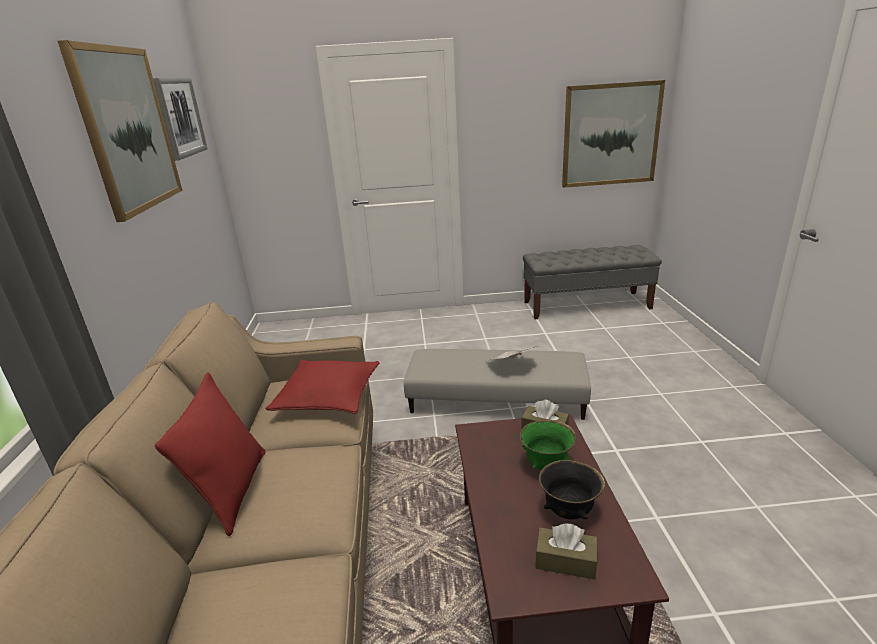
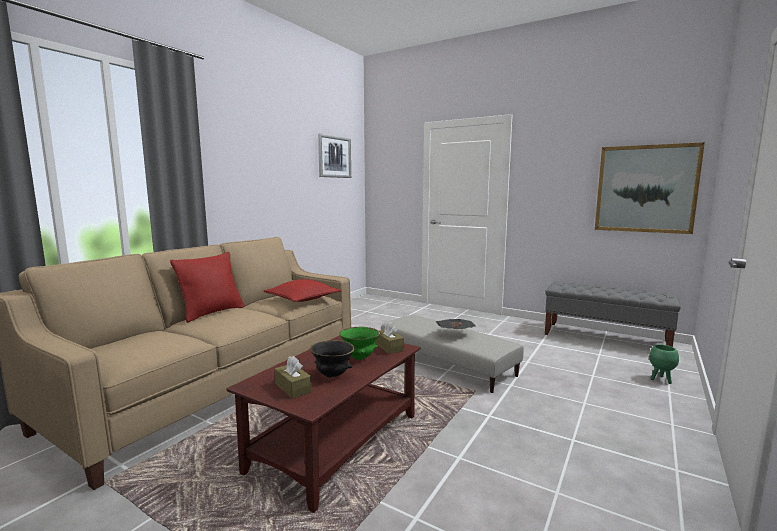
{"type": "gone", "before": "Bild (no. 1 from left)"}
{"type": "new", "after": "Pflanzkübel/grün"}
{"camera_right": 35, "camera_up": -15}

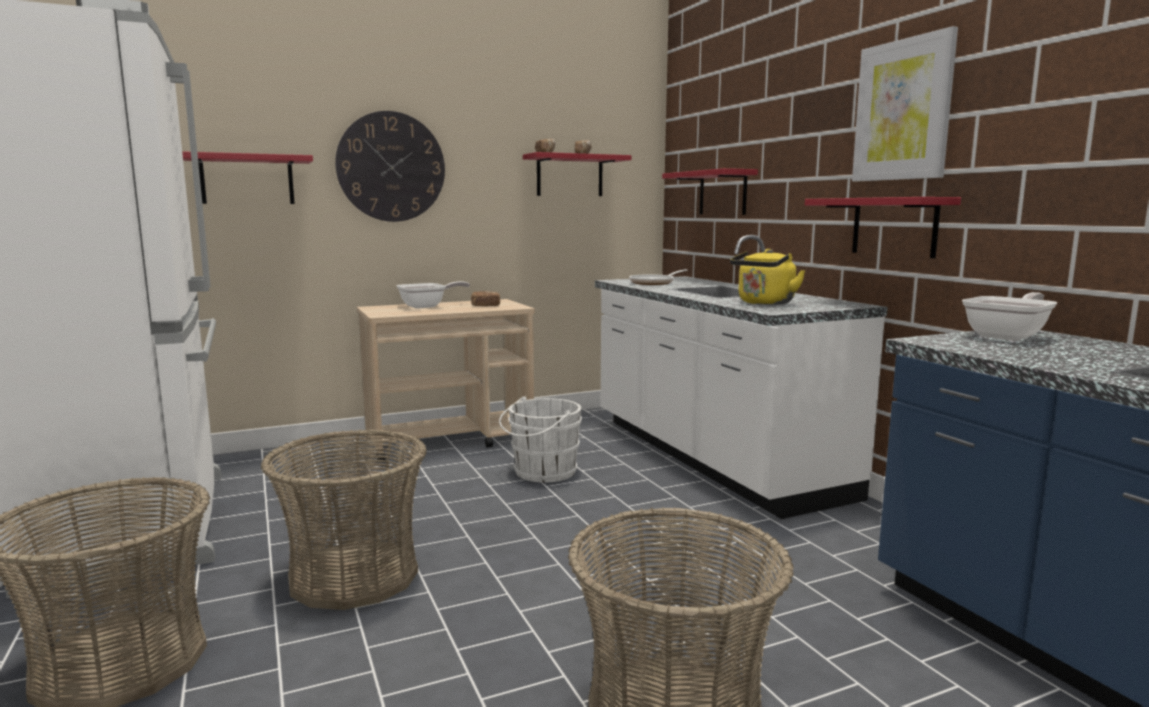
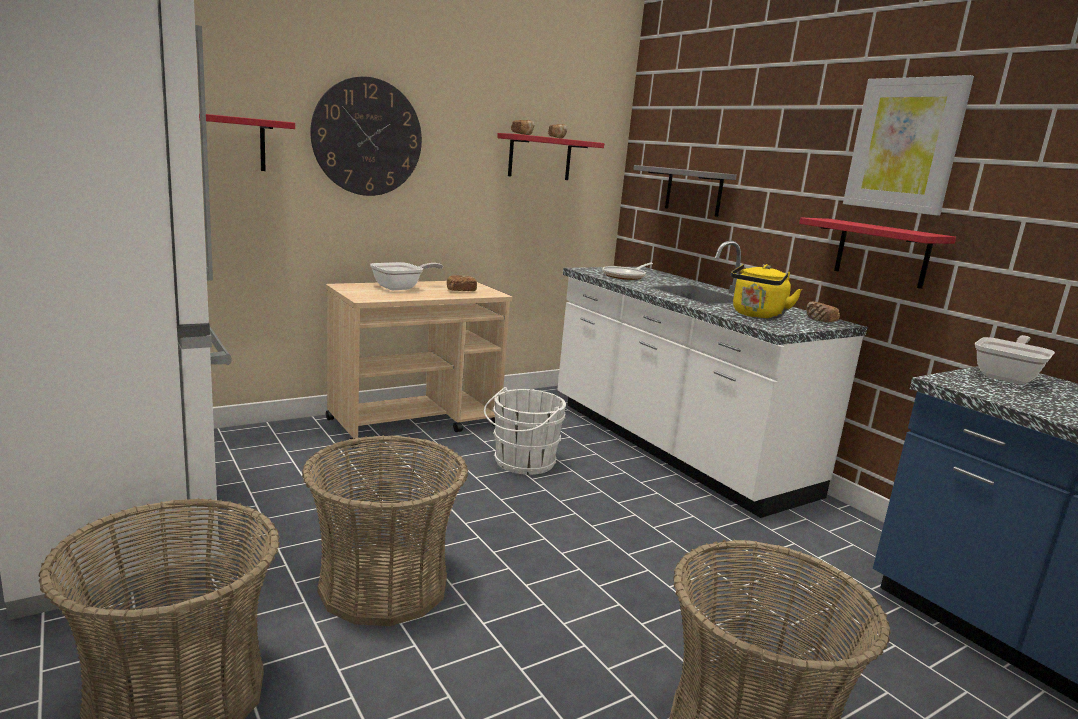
{"type": "new", "after": "Brot (no. 4 from left)"}
{"type": "repainted", "before": "Wandregal/rot (no. 3 from left)", "after": "Wandregal/grau"}
{"camera_right": -10, "camera_up": 5}

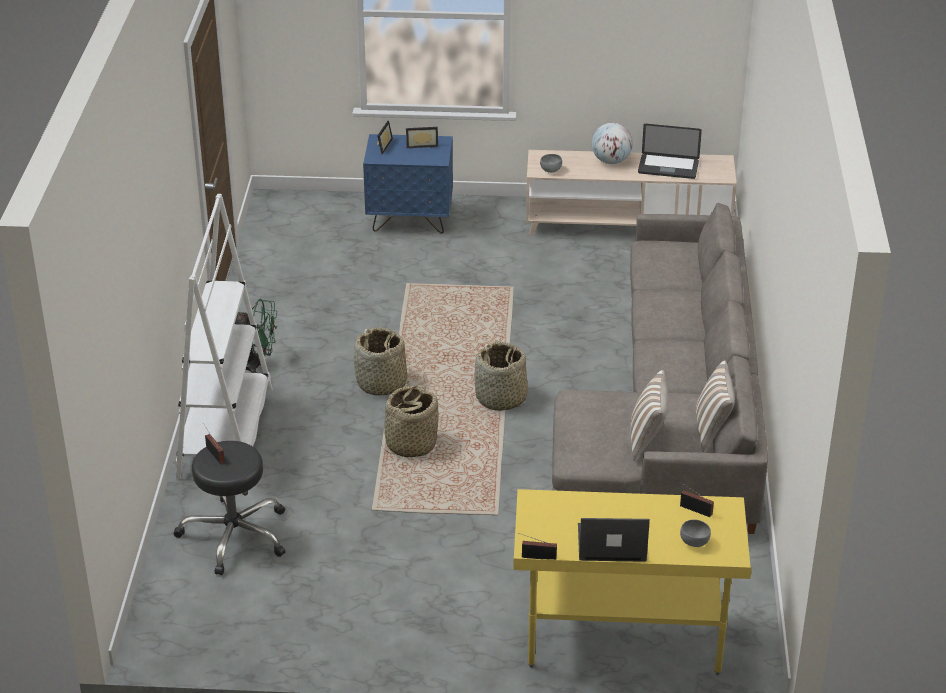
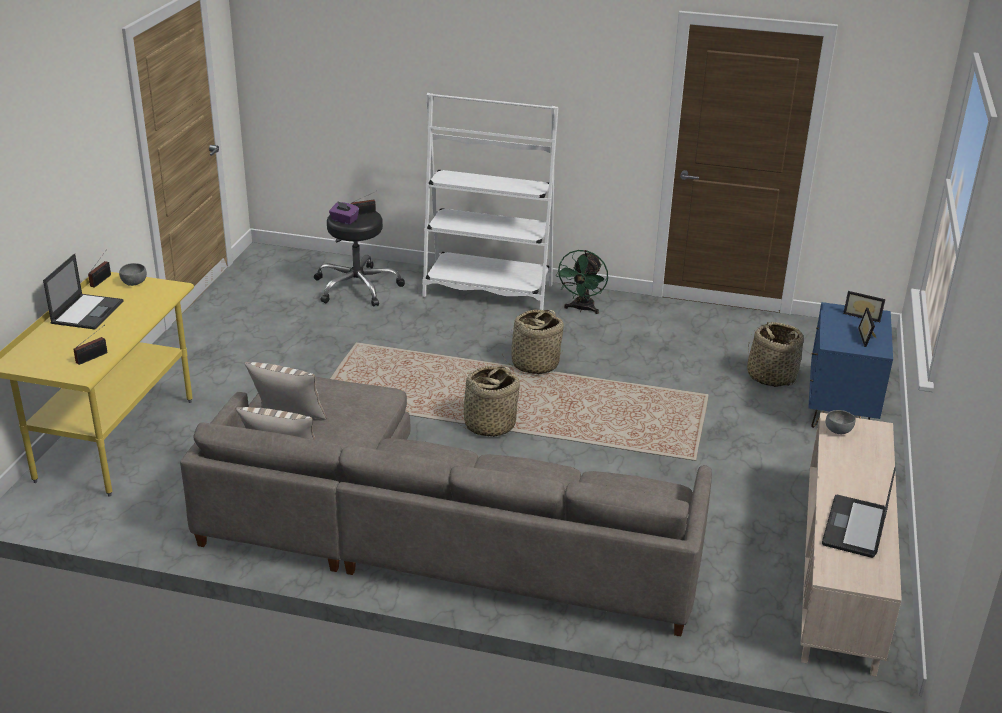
{"type": "gone", "before": "Globus"}
{"type": "new", "after": "Taschentuchbox/lila"}
{"type": "shifted", "before": "Korb (no. 2 from left in the first image)", "after": "Korb (no. 3 from left)"}
{"type": "shifted", "before": "Schüssel/grau (no. 2 from left in the first image)", "after": "Schüssel/grau (no. 1 from left)"}
{"camera_right": 100, "camera_up": -5}

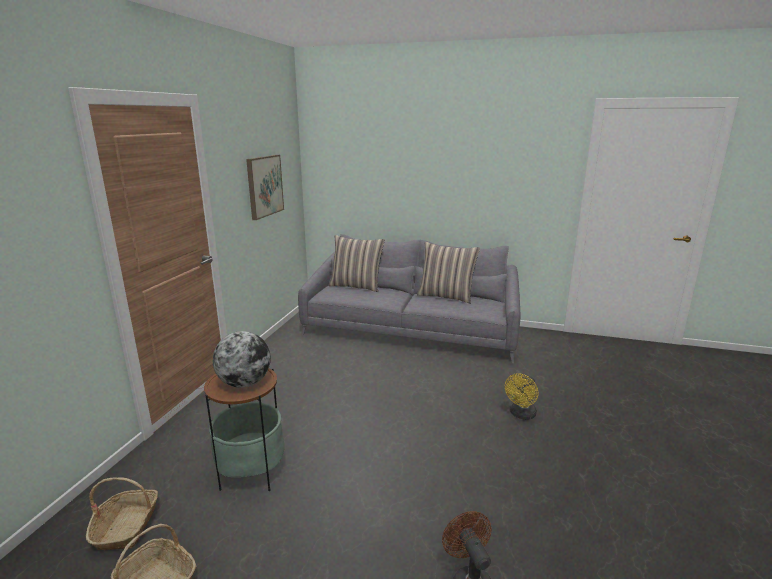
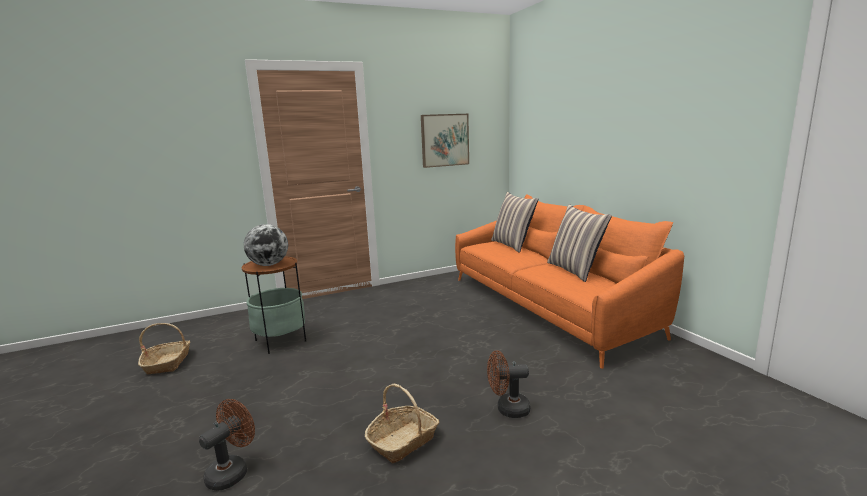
{"type": "shifted", "before": "Korb (no. 1 from left in the first image)", "after": "Korb (no. 2 from left)"}
{"type": "repainted", "before": "Sofa/grau", "after": "Sofa/orange"}
{"type": "repainted", "before": "Ventilator/gelb", "after": "Ventilator/braun (no. 2 from left)"}
{"camera_right": 50, "camera_up": -5}

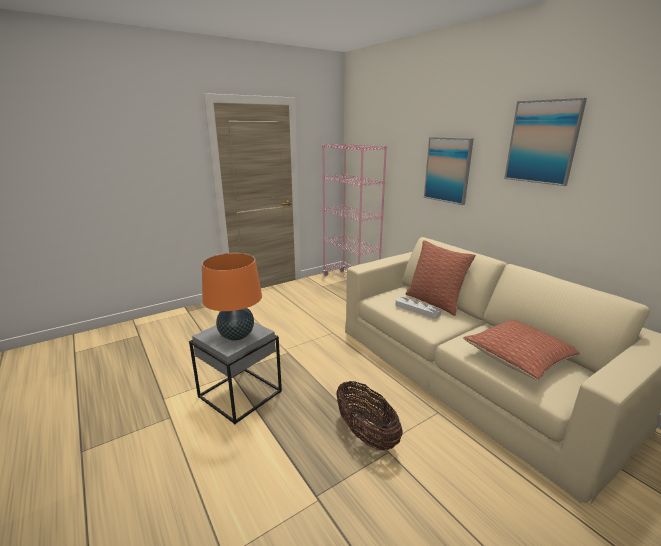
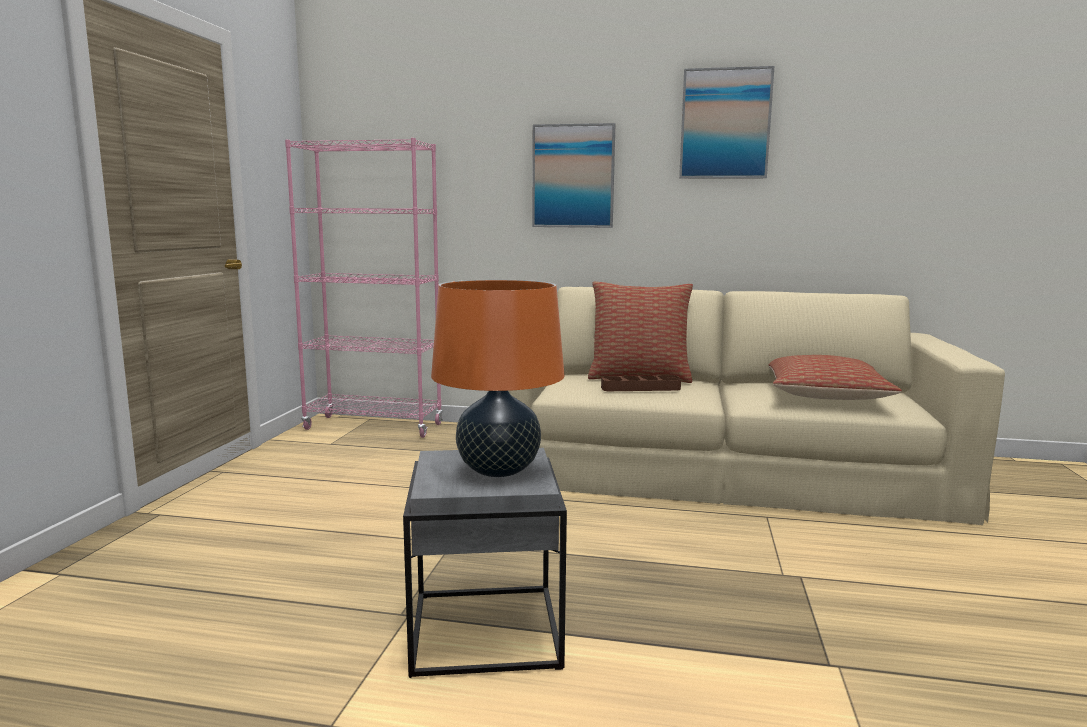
{"type": "gone", "before": "Korb"}
{"type": "repainted", "before": "Tablett/grau", "after": "Tablett/braun"}
{"camera_right": -45, "camera_up": -10}

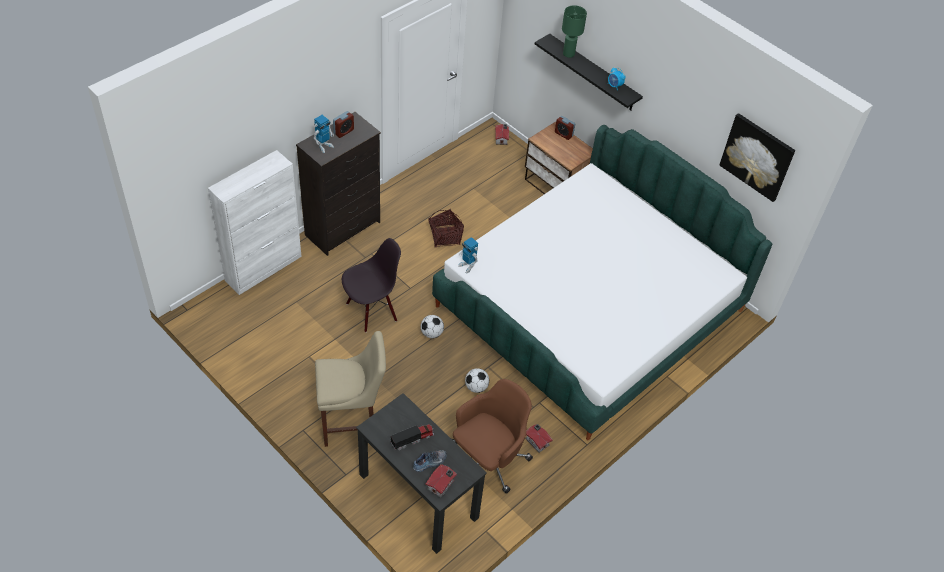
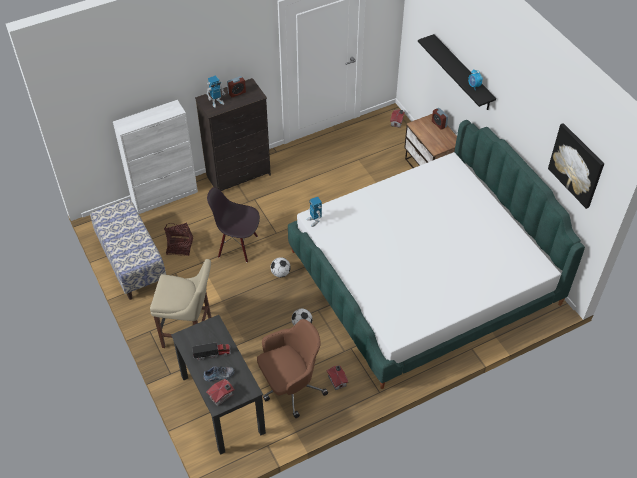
{"type": "gone", "before": "Tischlampe/grün"}
{"type": "new", "after": "Bank"}
{"type": "shifted", "before": "Korb"}
{"type": "rotated", "before": "Stuhl/schwarz", "turn": -150}
{"camera_right": 20, "camera_up": 0}

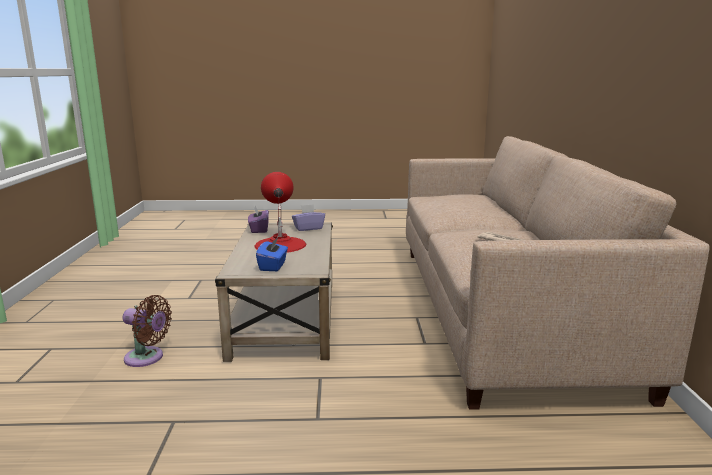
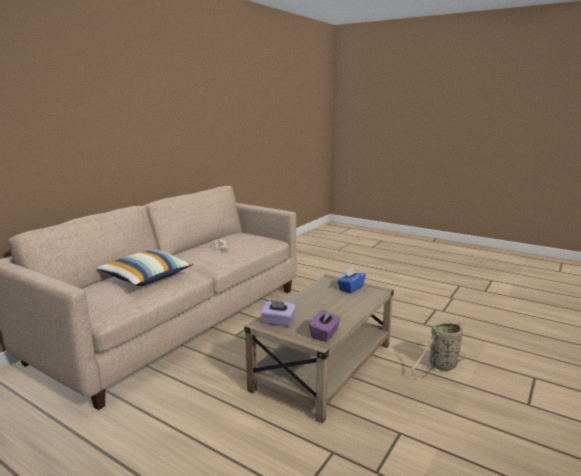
{"type": "gone", "before": "Tischlampe/rot"}
{"type": "new", "after": "Kissen"}
{"type": "swapped", "before": "Ventilator/braun", "after": "Korb"}
{"camera_right": -145, "camera_up": 0}

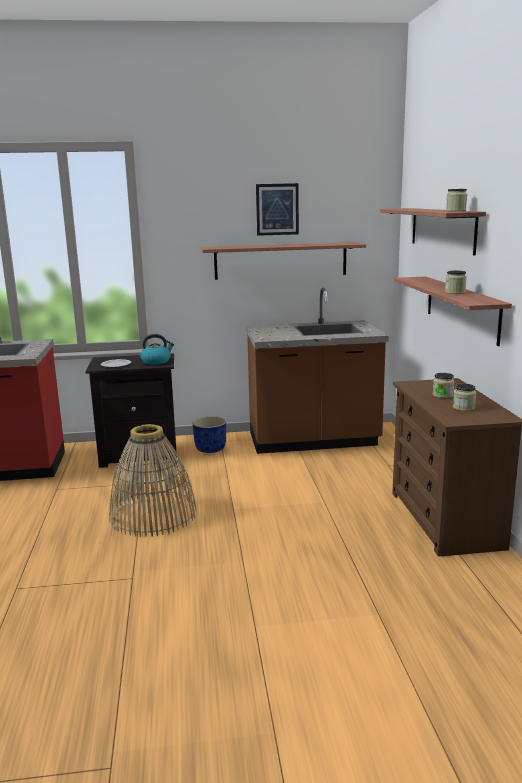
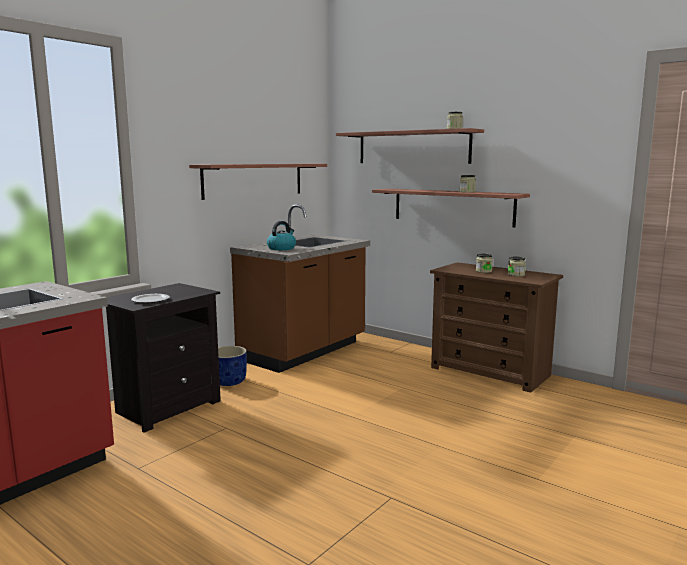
{"type": "gone", "before": "Korb"}
{"type": "gone", "before": "Bild"}
{"type": "shifted", "before": "Wasserkessel"}
{"camera_right": -45, "camera_up": -5}

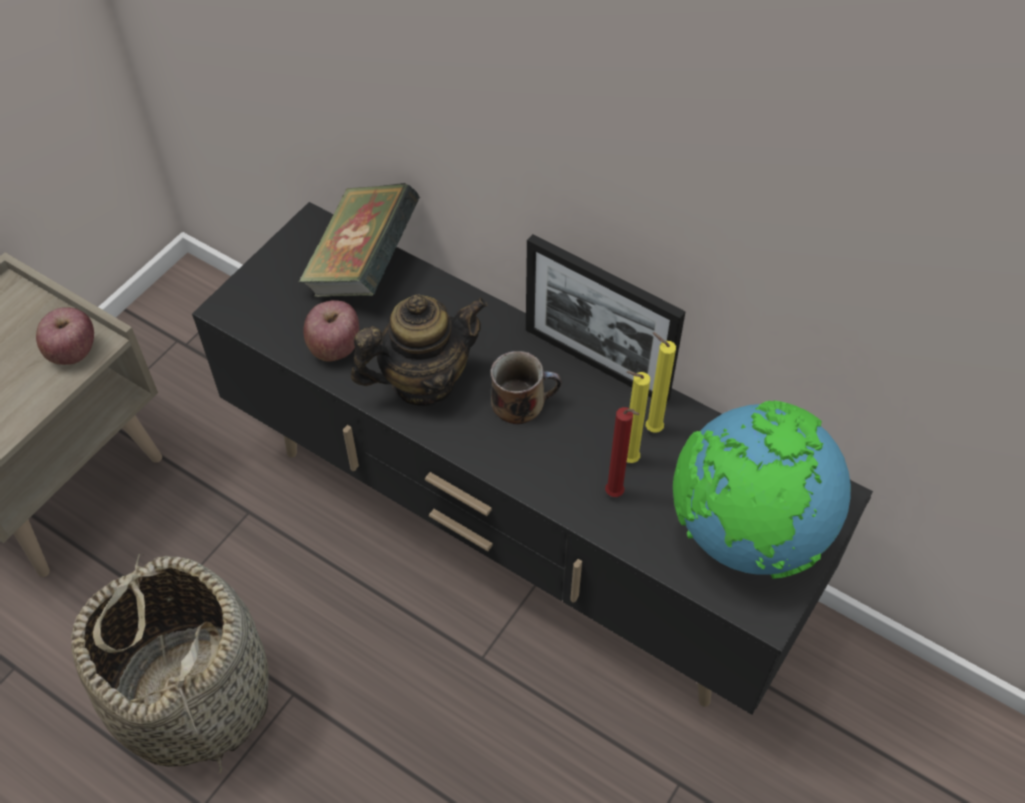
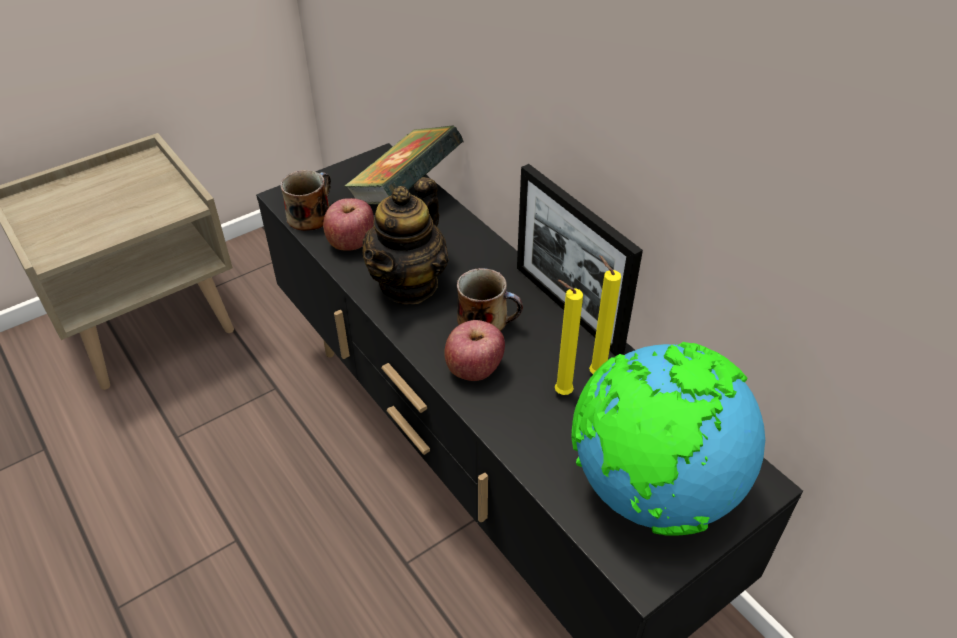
{"type": "gone", "before": "Korb"}
{"type": "gone", "before": "Kerze/rot"}
{"type": "new", "after": "Henkelbecher (no. 1 from left)"}
{"type": "shifted", "before": "Apfel (no. 1 from left in the first image)", "after": "Apfel (no. 2 from left)"}
{"type": "rotated", "before": "Teekanne", "turn": 120}
{"camera_right": 20, "camera_up": -10}

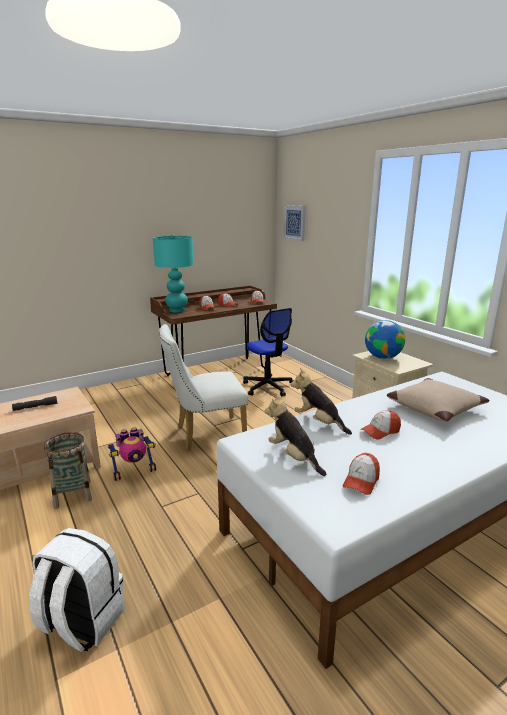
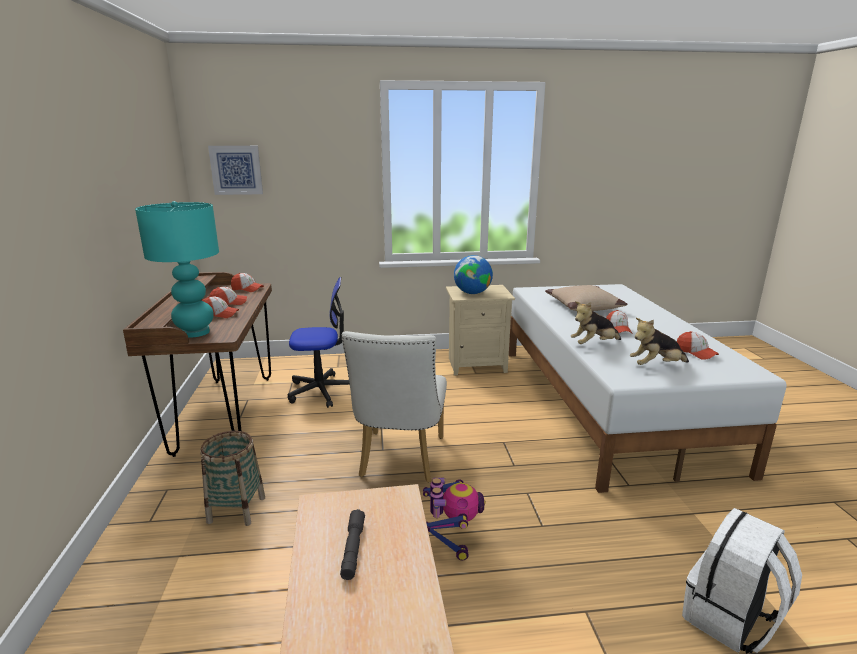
{"type": "shifted", "before": "Korb"}
{"camera_right": -65, "camera_up": 0}

